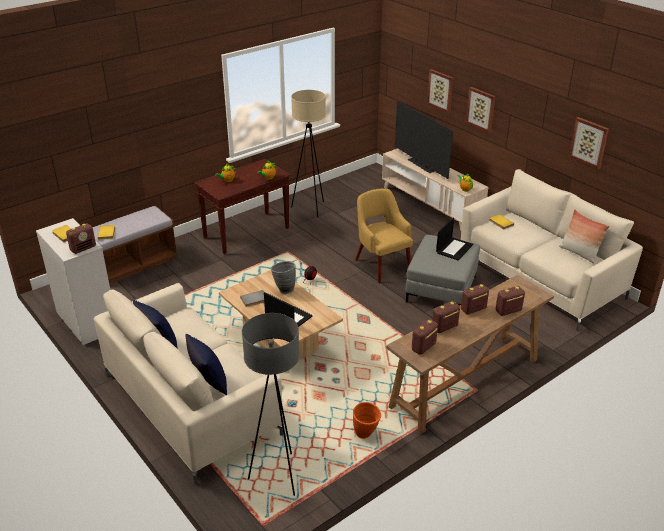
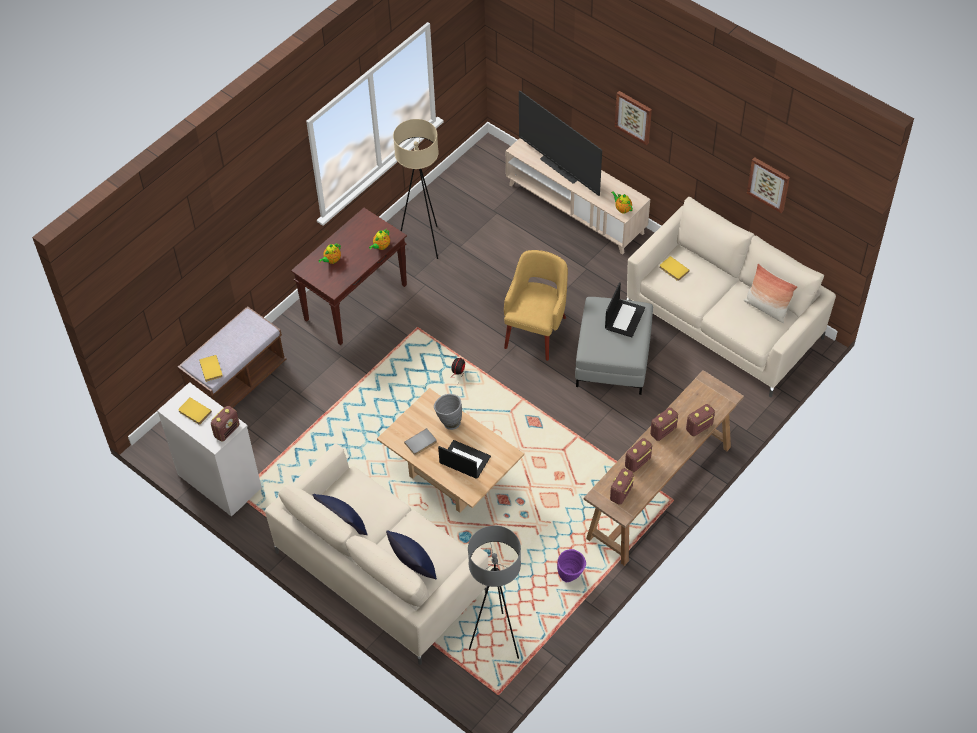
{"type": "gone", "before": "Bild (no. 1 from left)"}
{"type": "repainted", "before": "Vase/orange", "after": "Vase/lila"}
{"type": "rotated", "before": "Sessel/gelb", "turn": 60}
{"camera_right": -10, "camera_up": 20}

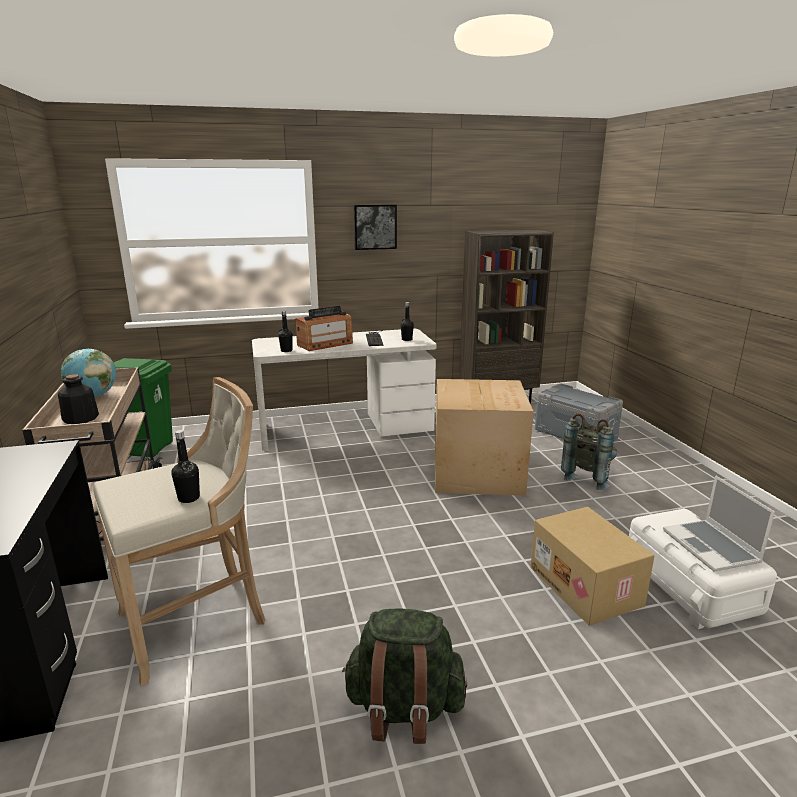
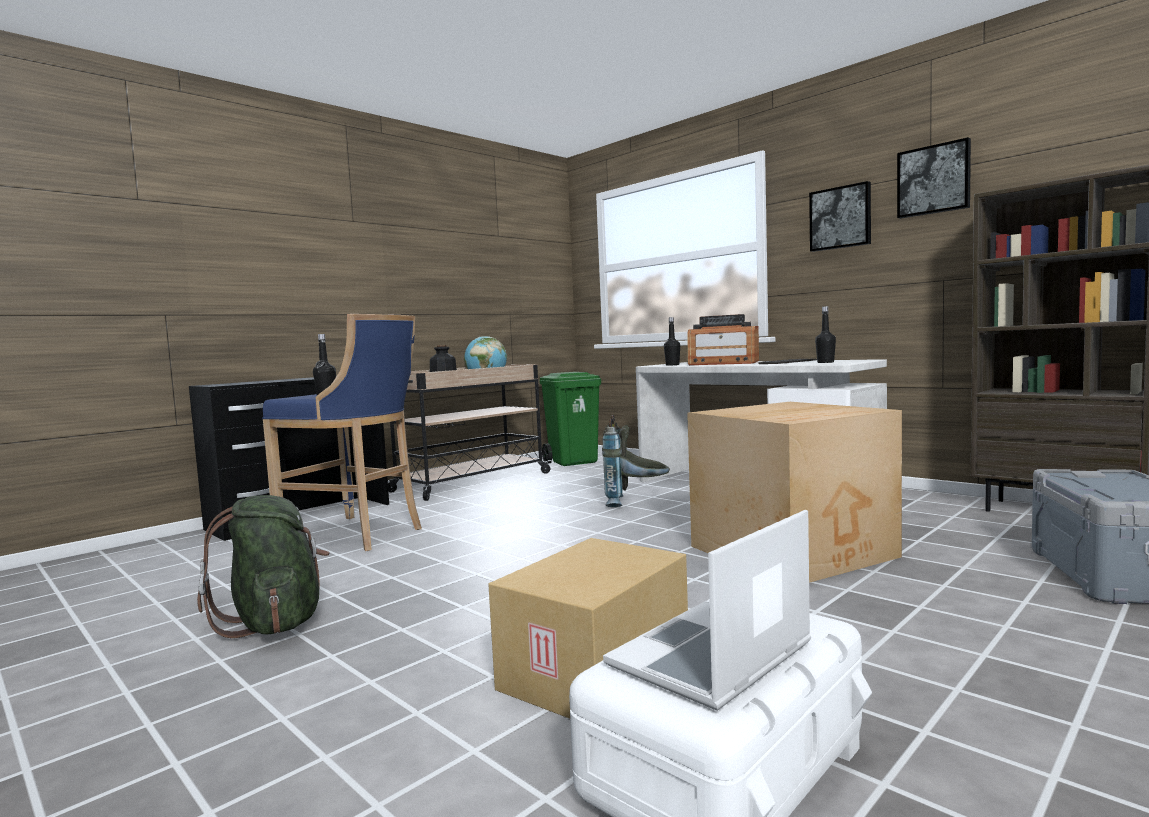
{"type": "new", "after": "Bild (no. 2 from left)"}
{"type": "shifted", "before": "Rucksack/grau"}
{"type": "repainted", "before": "Hocker/beige", "after": "Hocker/blau"}
{"camera_right": 60, "camera_up": -15}

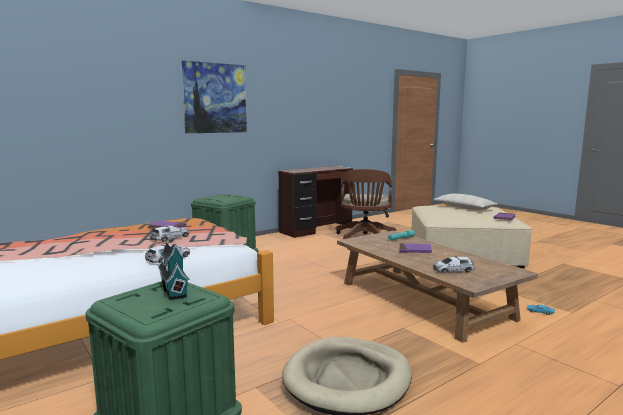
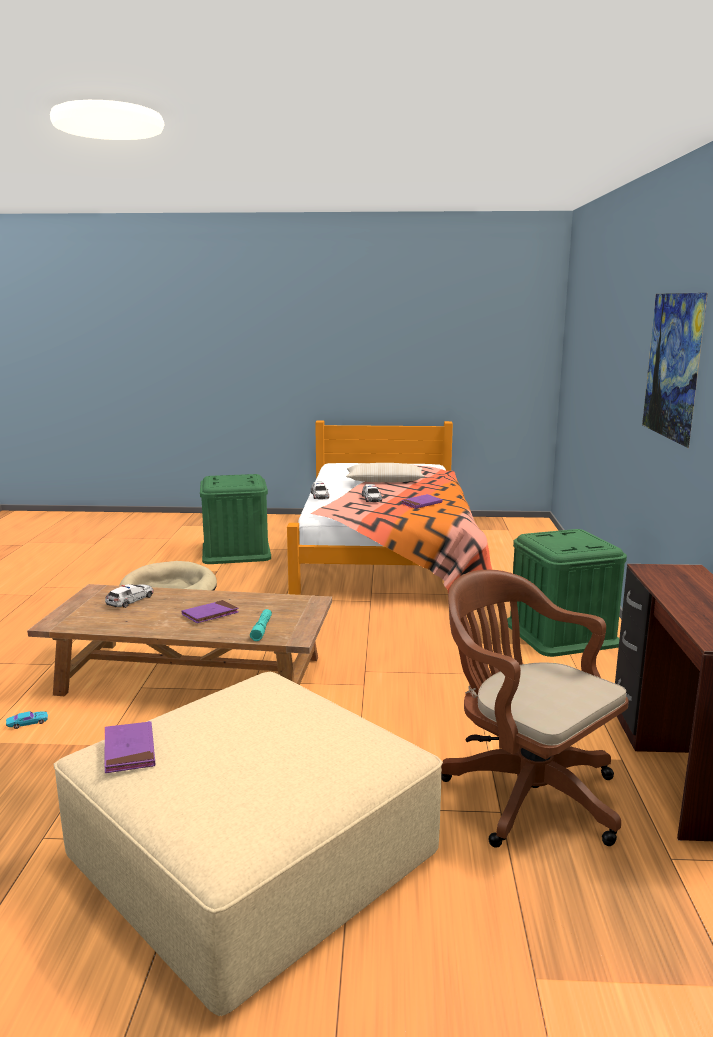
{"type": "gone", "before": "Spielzeughaus"}
{"type": "shifted", "before": "Kissen/beige"}
{"camera_right": 130, "camera_up": 5}

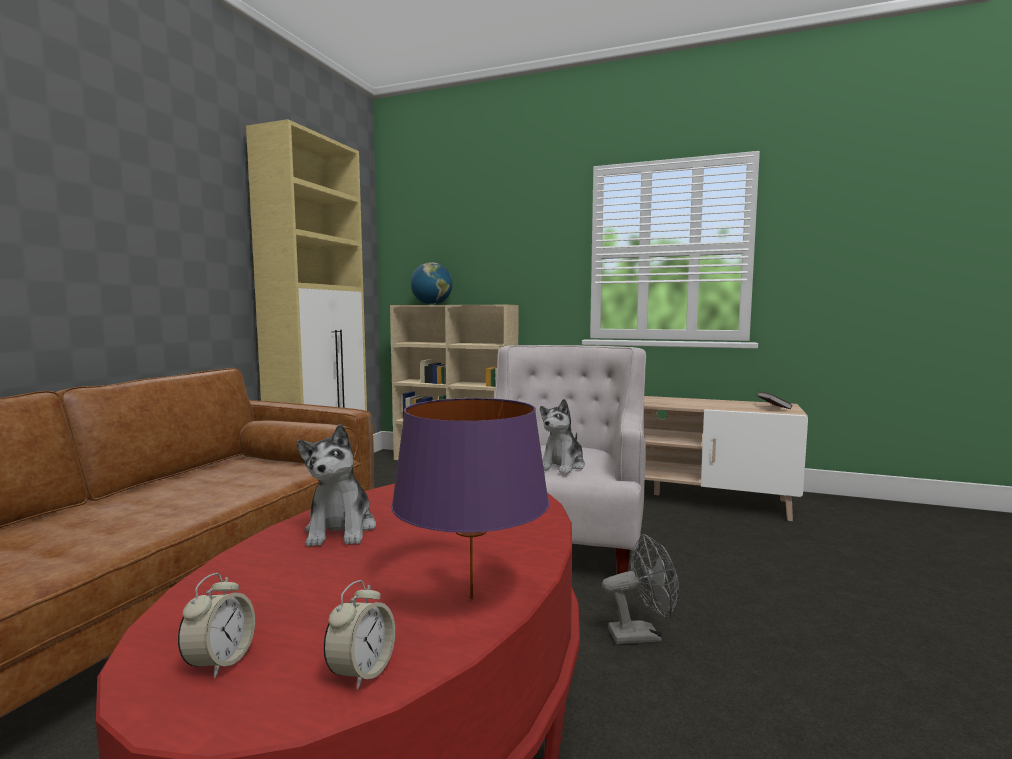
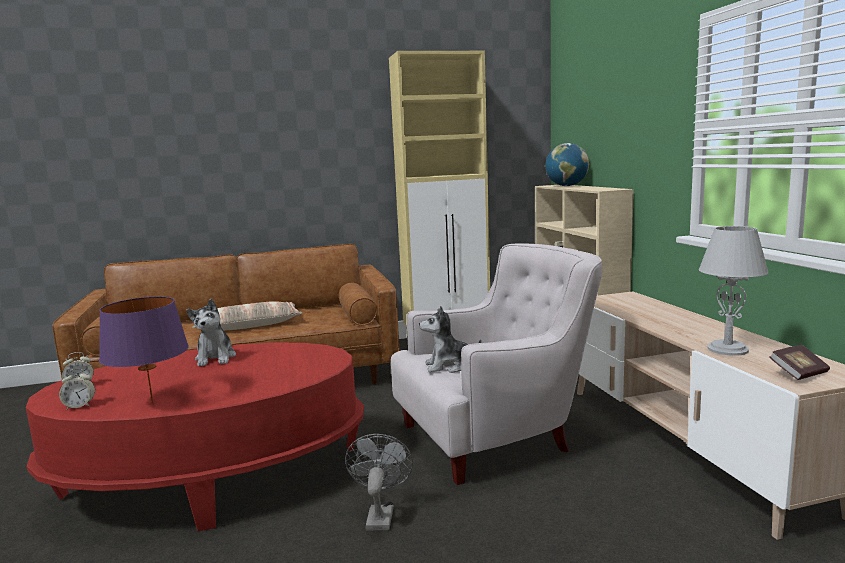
{"type": "new", "after": "Kissen"}
{"type": "new", "after": "Tischlampe/grau"}
{"type": "rotated", "before": "Plüschtier (no. 1 from left)", "turn": -60}
{"type": "rotated", "before": "Ventilator/grau", "turn": -135}
{"camera_right": 55, "camera_up": 5}

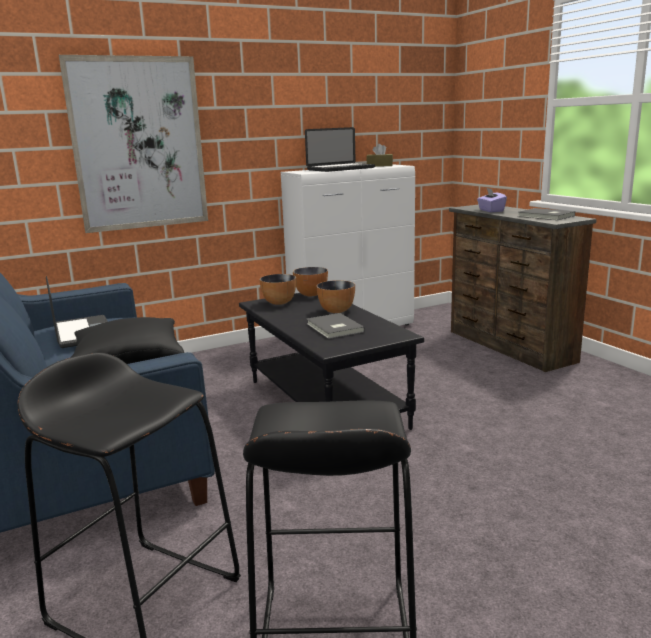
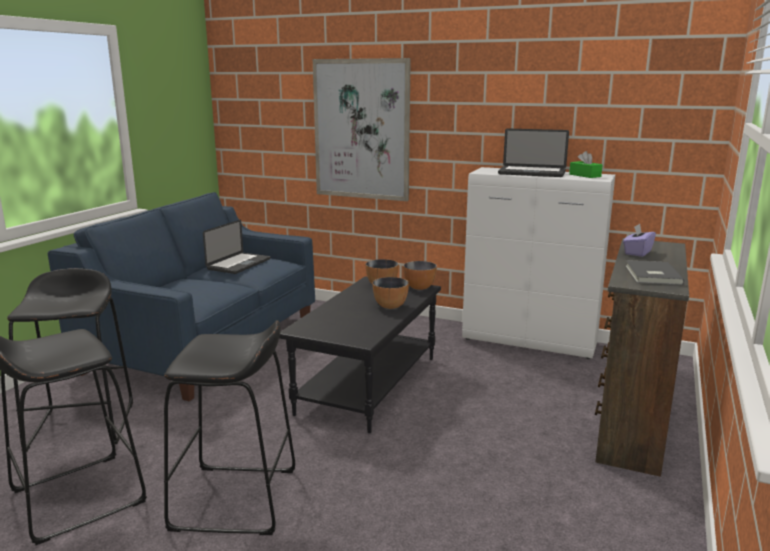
{"type": "gone", "before": "Kissen/schwarz"}
{"type": "gone", "before": "Buch/grau (no. 1 from left)"}
{"type": "new", "after": "Hocker/schwarz (no. 3 from left)"}
{"type": "repainted", "before": "Taschentuchbox/braun", "after": "Taschentuchbox/grün"}
{"camera_right": 50, "camera_up": 0}

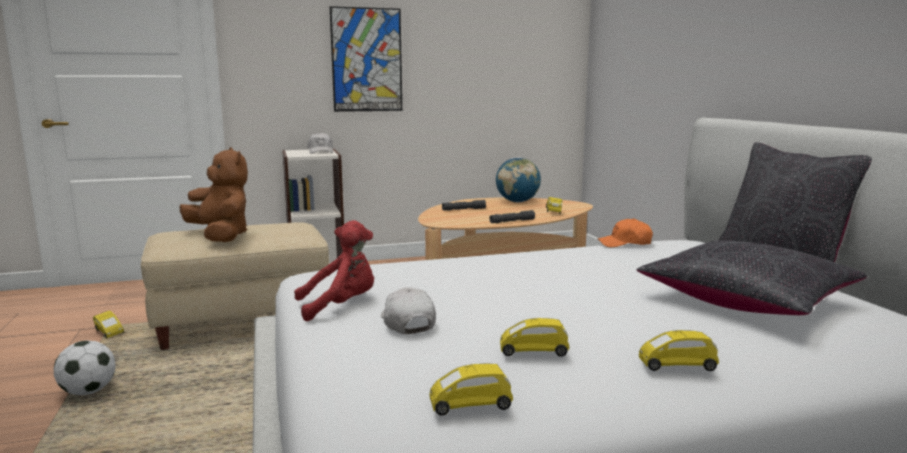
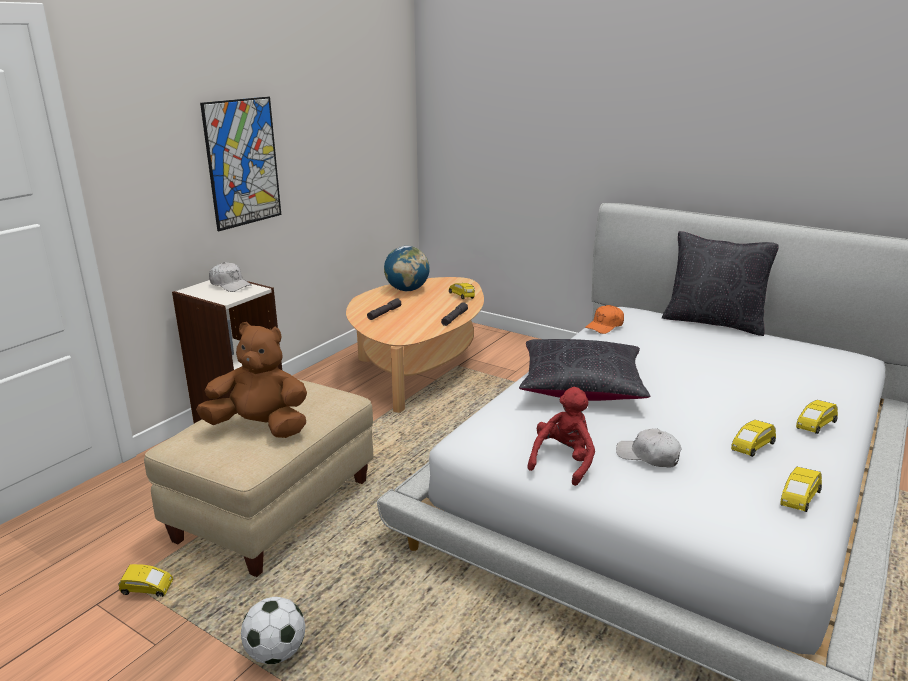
{"type": "shifted", "before": "Kissen/schwarz (no. 1 from left)"}
{"camera_right": -40, "camera_up": 10}

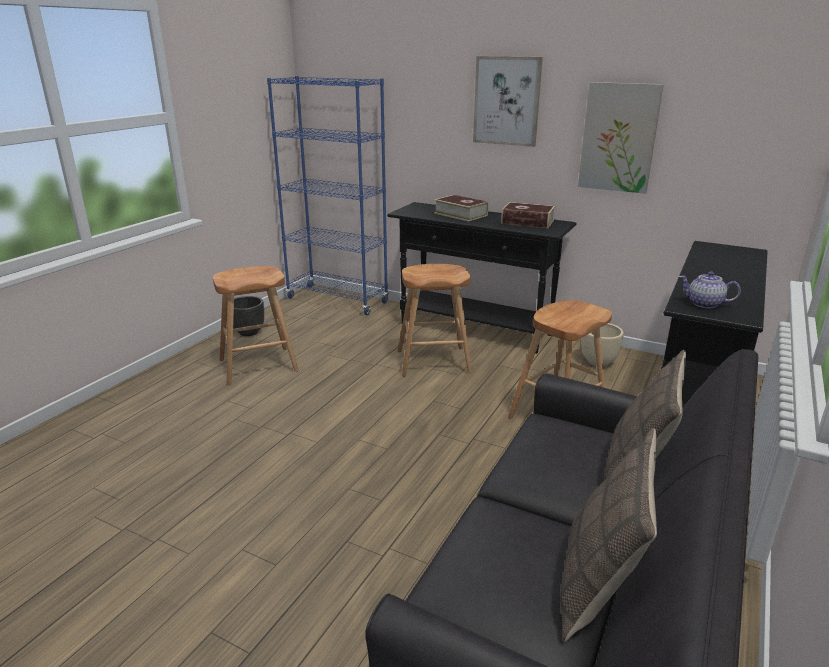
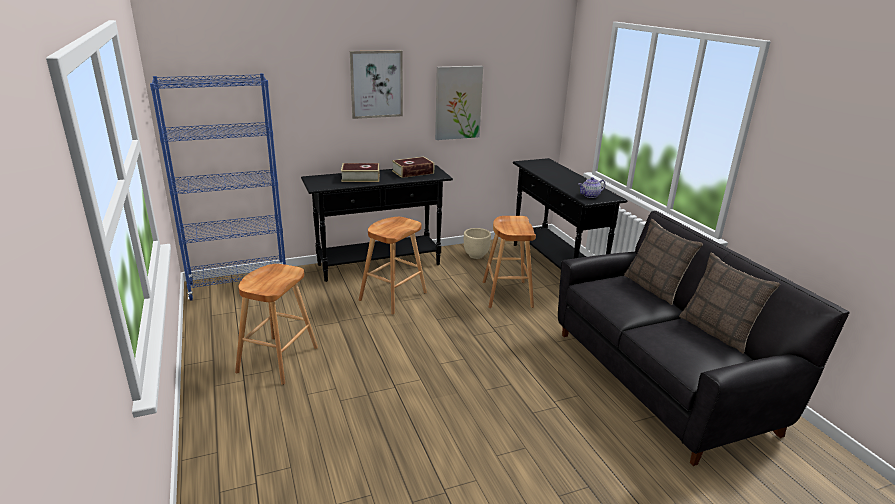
{"type": "gone", "before": "Pflanzkübel/schwarz"}
{"camera_right": -50, "camera_up": 0}

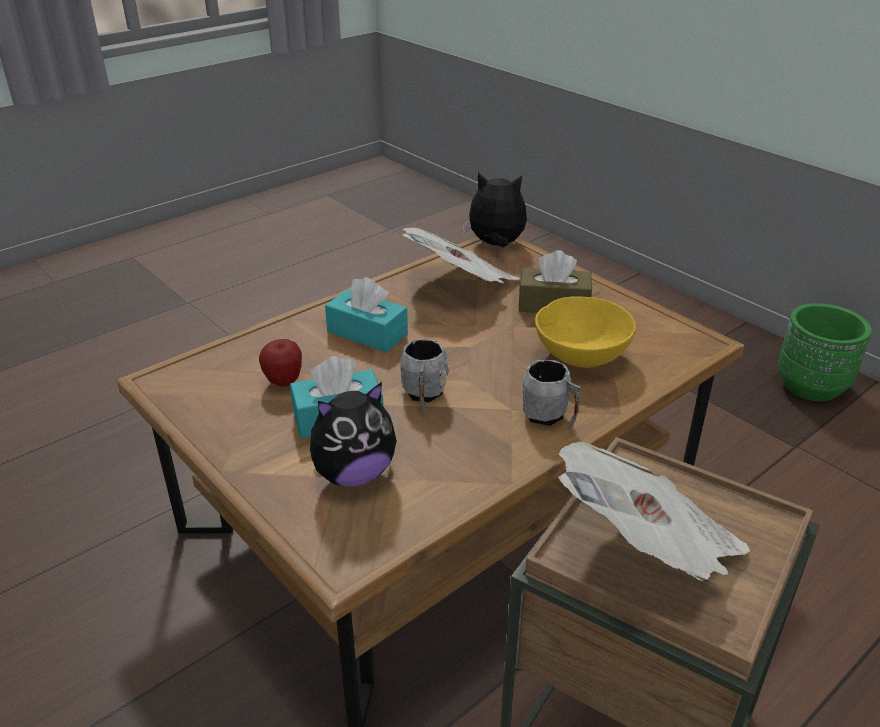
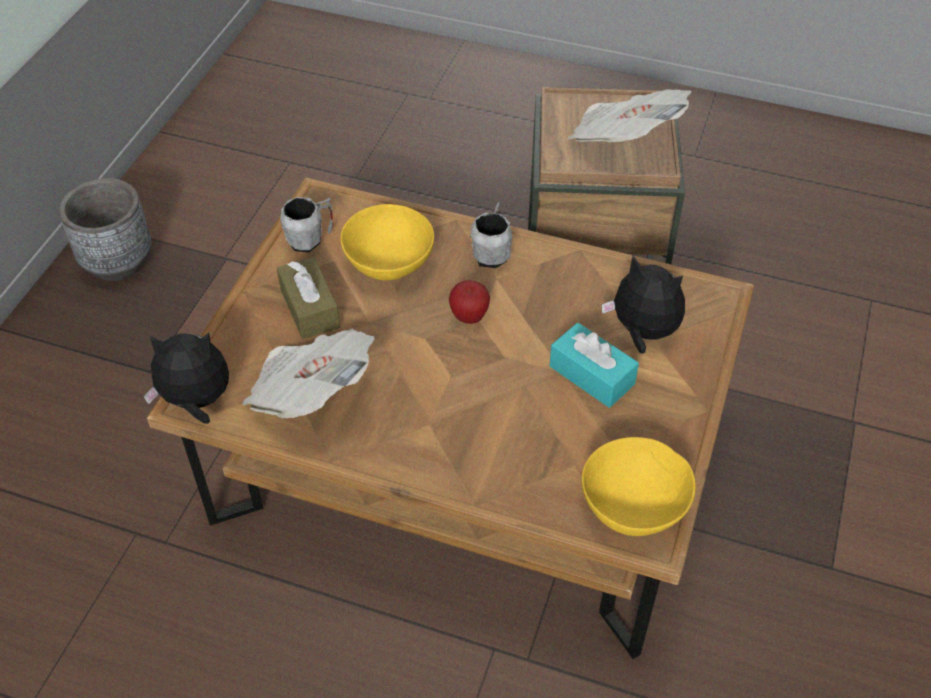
{"type": "gone", "before": "Taschentuchbox/türkis (no. 2 from left)"}
{"type": "new", "after": "Schüssel/gelb (no. 2 from left)"}
{"type": "shifted", "before": "Apfel"}
{"type": "shifted", "before": "Henkelbecher/grau (no. 1 from left)"}
{"type": "repainted", "before": "Pflanzkübel/grün", "after": "Pflanzkübel/grau"}
{"type": "rotated", "before": "Plüschtier (no. 2 from left in the first image)", "turn": 105}
{"camera_right": -120, "camera_up": 15}

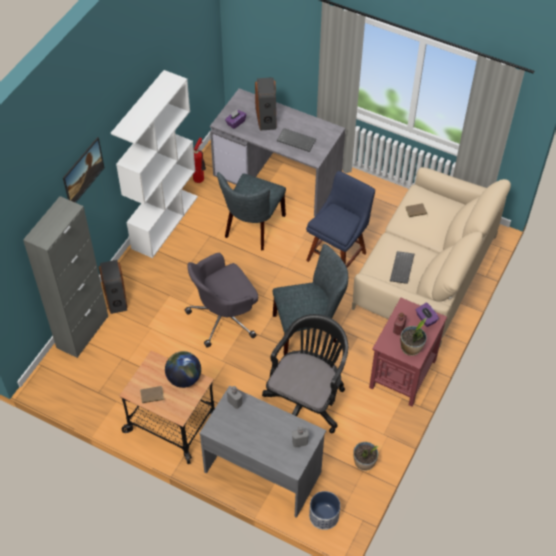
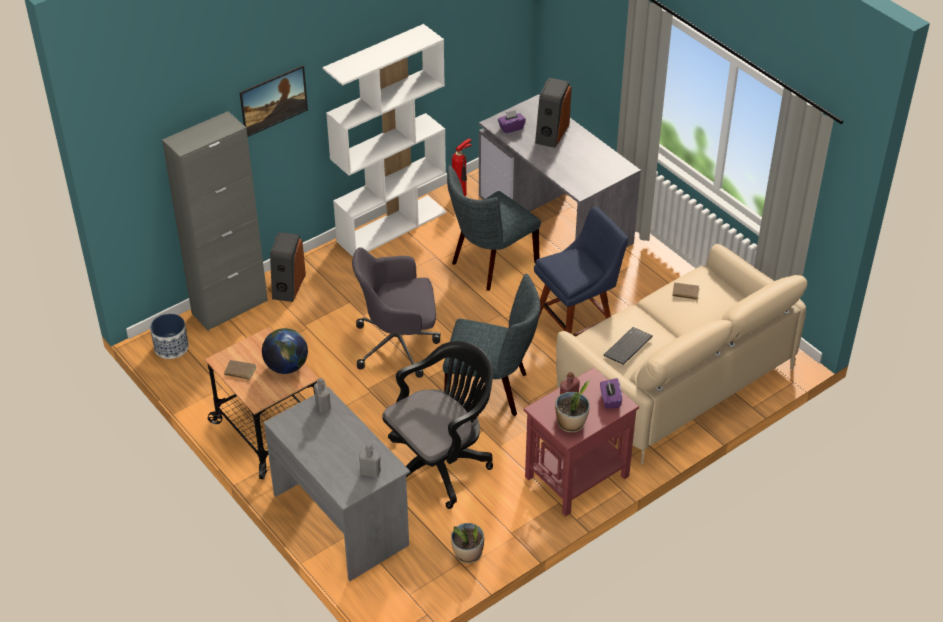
{"type": "gone", "before": "Tastatur (no. 1 from left)"}
{"type": "shifted", "before": "Pflanzkübel"}
{"camera_right": 25, "camera_up": -10}

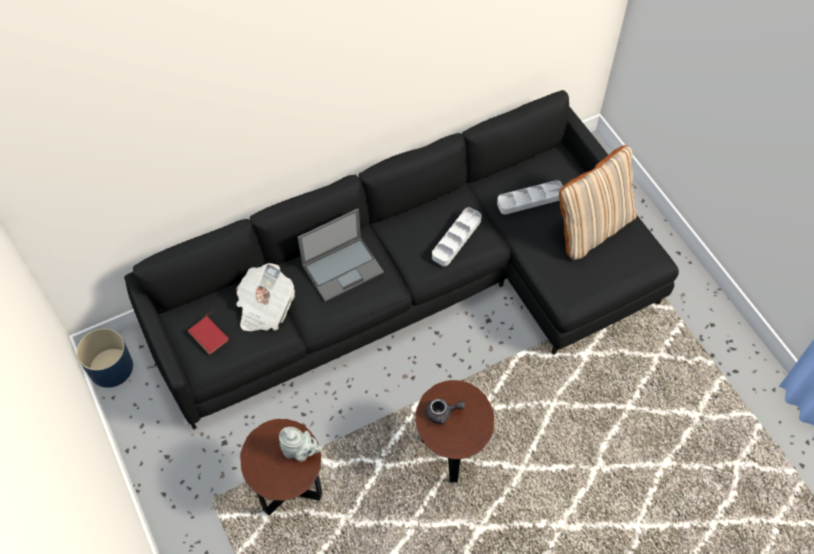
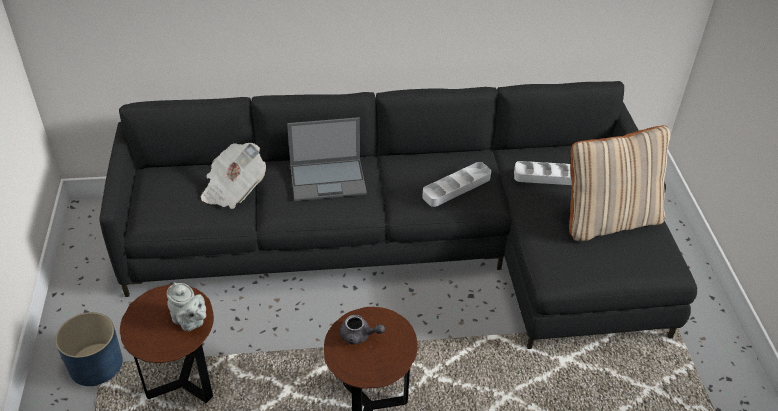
{"type": "gone", "before": "Buch/rot"}
{"type": "shifted", "before": "Pflanzkübel/blau"}
{"camera_right": 20, "camera_up": -15}

